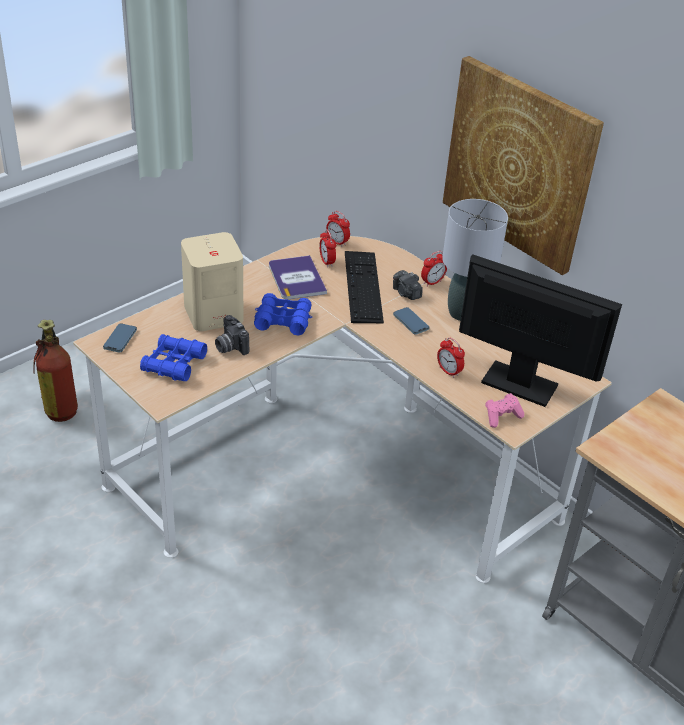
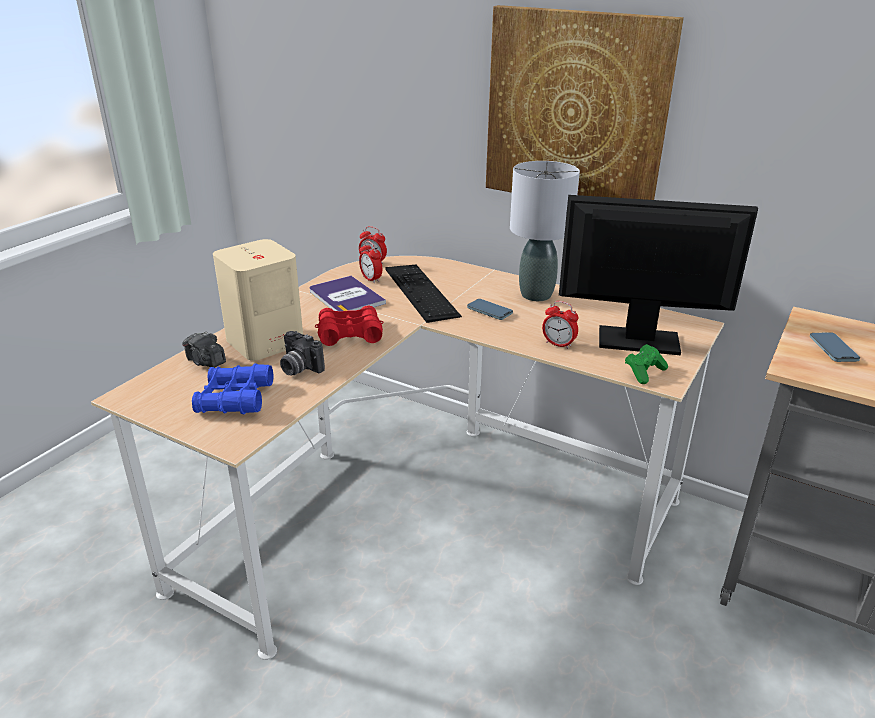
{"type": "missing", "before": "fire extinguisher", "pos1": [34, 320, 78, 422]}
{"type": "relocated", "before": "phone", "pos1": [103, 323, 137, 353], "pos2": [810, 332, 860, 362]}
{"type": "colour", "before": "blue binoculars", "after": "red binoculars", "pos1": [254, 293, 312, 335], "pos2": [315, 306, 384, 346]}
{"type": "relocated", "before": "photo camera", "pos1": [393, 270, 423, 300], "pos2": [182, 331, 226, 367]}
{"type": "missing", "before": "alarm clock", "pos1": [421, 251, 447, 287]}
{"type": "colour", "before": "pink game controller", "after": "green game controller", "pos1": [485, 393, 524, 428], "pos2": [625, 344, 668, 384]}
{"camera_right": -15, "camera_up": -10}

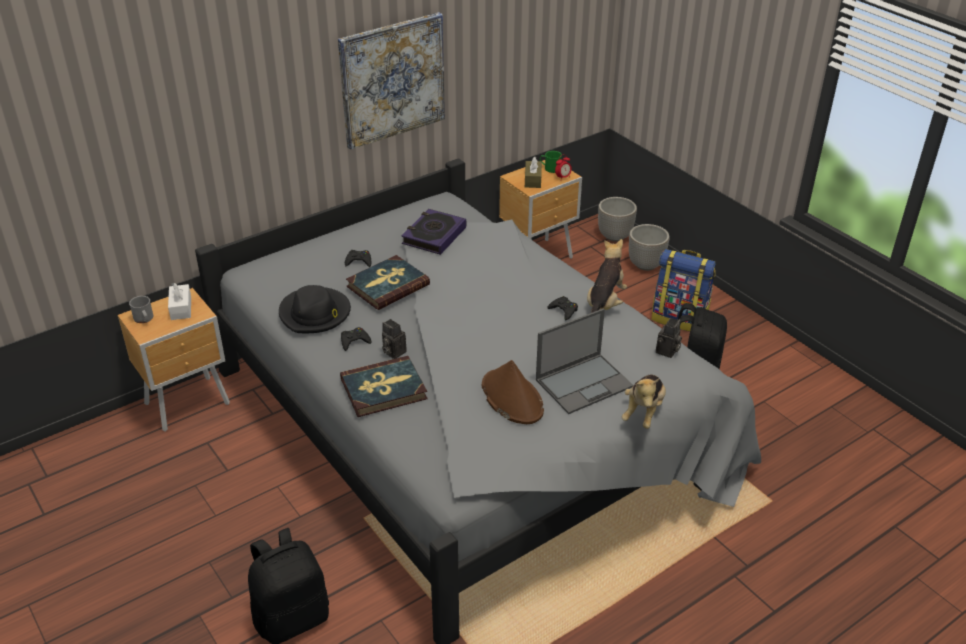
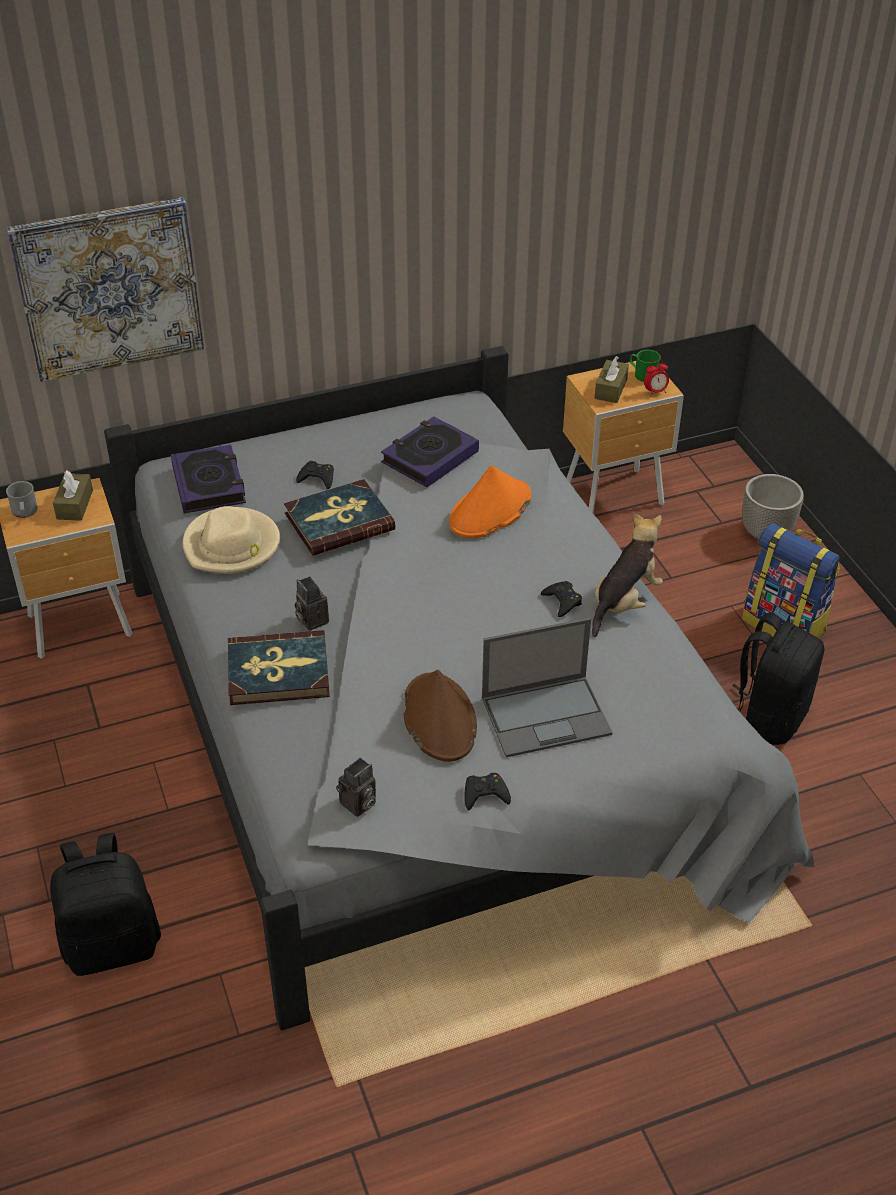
{"type": "colour", "before": "white tissue box", "after": "brown tissue box", "pos1": [168, 283, 191, 320], "pos2": [53, 471, 93, 521]}
{"type": "colour", "before": "black hat", "after": "beige hat", "pos1": [279, 285, 351, 333], "pos2": [183, 506, 280, 574]}
{"type": "relocated", "before": "picture", "pos1": [338, 12, 445, 150], "pos2": [6, 197, 204, 382]}
{"type": "relocated", "before": "black game controller", "pos1": [341, 327, 371, 351], "pos2": [465, 773, 511, 810]}
{"type": "missing", "before": "planter", "pos1": [598, 197, 637, 242]}
{"type": "missing", "before": "plush toy", "pos1": [622, 375, 666, 429]}
{"type": "relocated", "before": "photo camera", "pos1": [656, 318, 682, 358], "pos2": [336, 758, 376, 817]}
{"type": "appeared", "after": "book", "pos2": [171, 445, 246, 513]}
{"type": "appeared", "after": "orange hat", "pos2": [449, 465, 531, 538]}
{"camera_right": 15, "camera_up": 5}

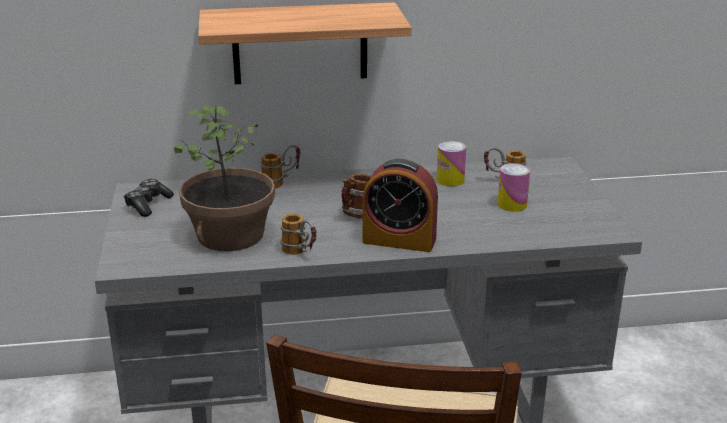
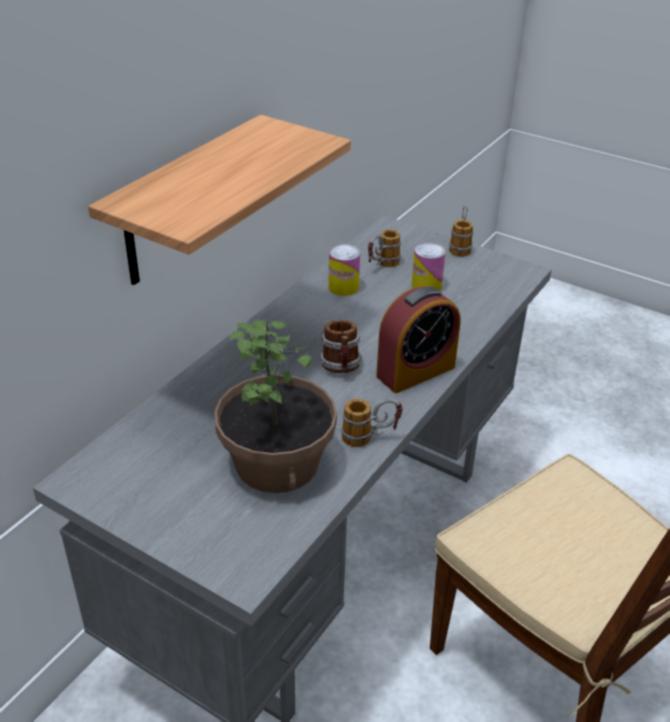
{"type": "missing", "before": "game controller", "pos1": [124, 179, 174, 217]}
{"type": "relocated", "before": "mug", "pos1": [261, 144, 300, 188], "pos2": [449, 205, 474, 257]}
{"camera_right": -50, "camera_up": 10}

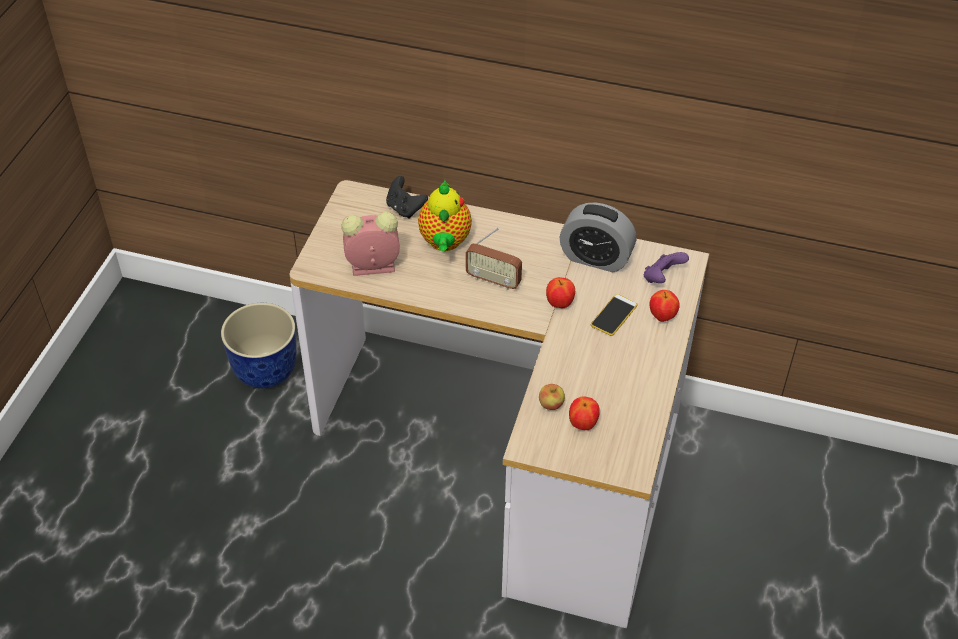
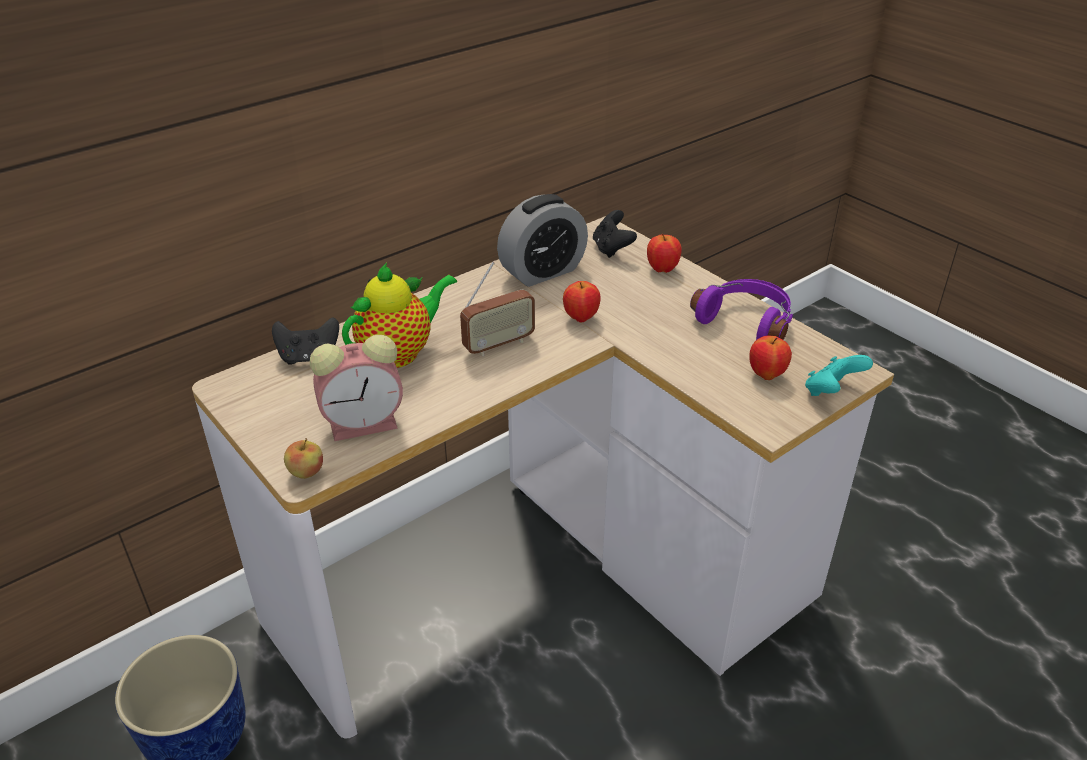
{"type": "spun", "before": "alarm clock", "pos1": [341, 212, 400, 276], "pos2": [310, 335, 403, 441], "turn": -135}
{"type": "spun", "before": "teapot", "pos1": [418, 180, 472, 251], "pos2": [342, 263, 457, 368], "turn": -75}
{"type": "relocated", "before": "apple", "pos1": [539, 384, 565, 410], "pos2": [284, 438, 323, 479]}
{"type": "missing", "before": "phone", "pos1": [591, 294, 637, 336]}
{"type": "colour", "before": "purple game controller", "after": "black game controller", "pos1": [644, 252, 689, 283], "pos2": [593, 210, 637, 258]}
{"type": "appeared", "after": "purple headphones", "pos2": [690, 279, 793, 340]}
{"type": "appeared", "after": "turquoise game controller", "pos2": [805, 355, 873, 396]}
{"camera_right": -55, "camera_up": -10}

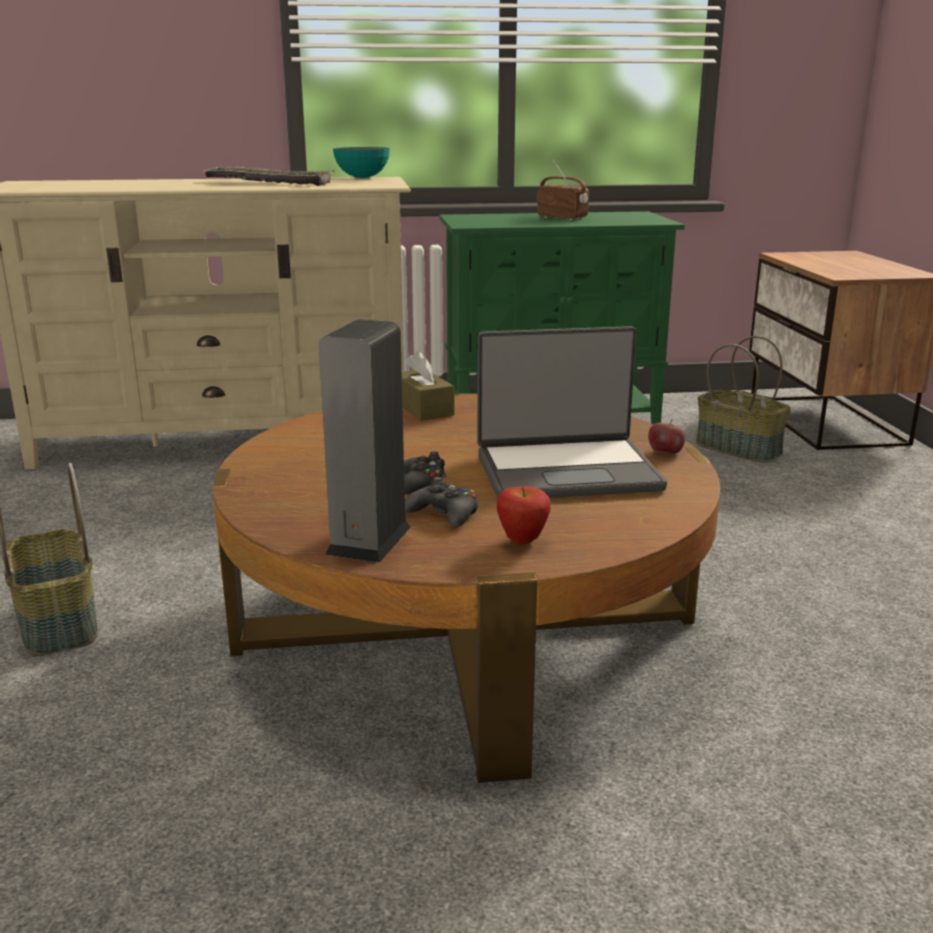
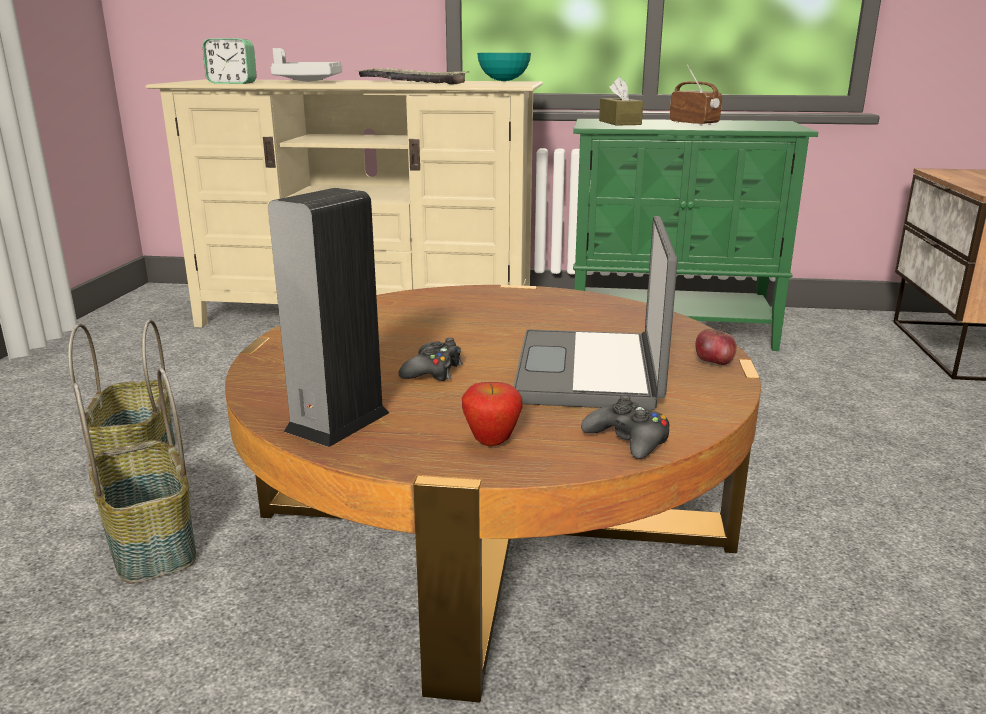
{"type": "relocated", "before": "brown tissue box", "pos1": [402, 350, 455, 421], "pos2": [599, 77, 643, 126]}
{"type": "relocated", "before": "black game controller", "pos1": [405, 477, 478, 528], "pos2": [581, 395, 670, 459]}
{"type": "spun", "before": "laptop", "pos1": [477, 326, 667, 498], "pos2": [513, 216, 678, 410], "turn": 90}
{"type": "relocated", "before": "basket", "pos1": [696, 336, 791, 463], "pos2": [73, 368, 196, 584]}
{"type": "appeared", "after": "alarm clock", "pos2": [202, 38, 257, 84]}
{"type": "appeared", "after": "grey tray", "pos2": [270, 48, 342, 82]}
{"camera_right": 15, "camera_up": 0}

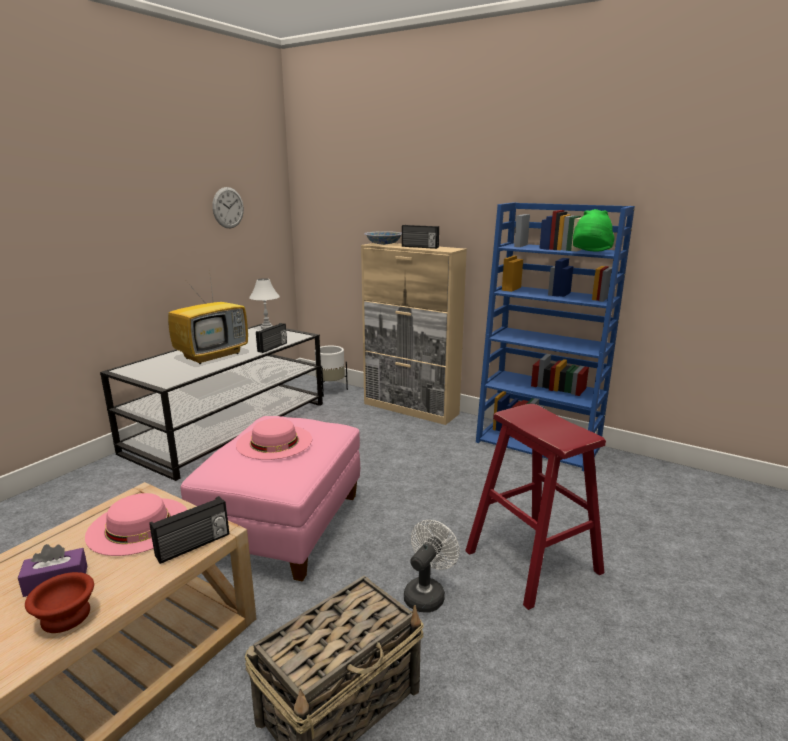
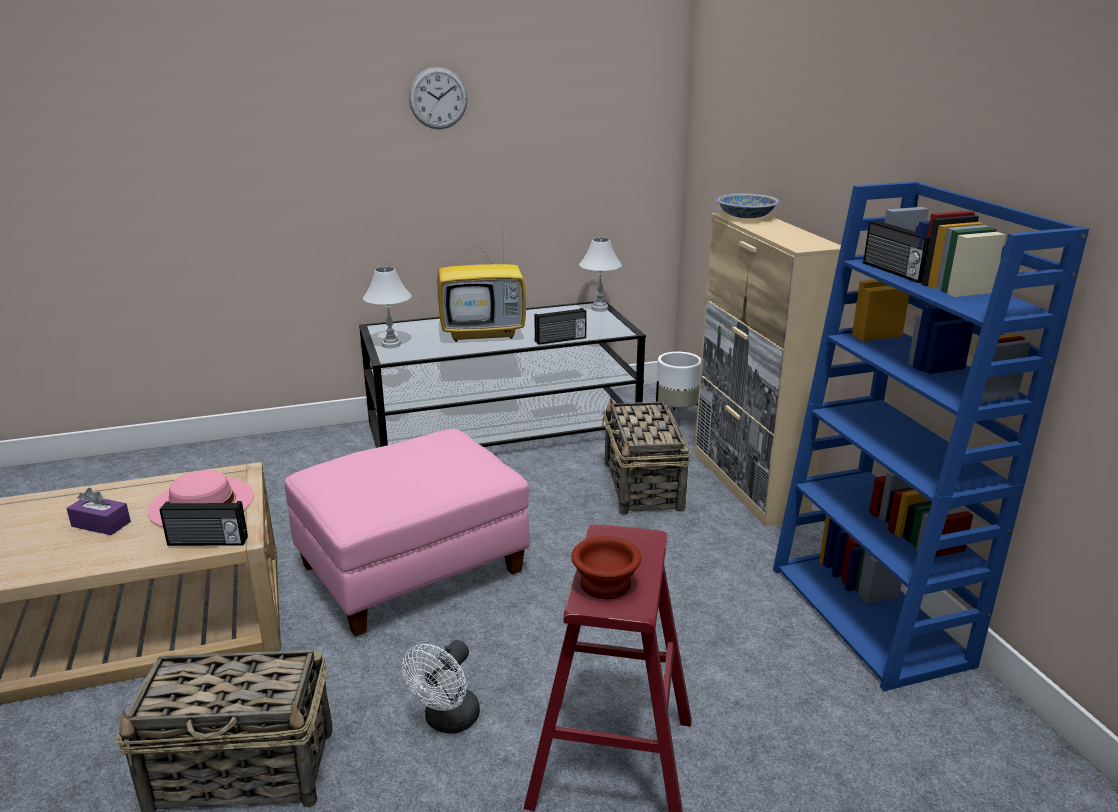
{"type": "relocated", "before": "brown bowl", "pos1": [25, 572, 94, 633], "pos2": [571, 536, 641, 599]}
{"type": "relocated", "before": "wall clock", "pos1": [212, 187, 244, 228], "pos2": [409, 67, 468, 129]}
{"type": "missing", "before": "pink hat", "pos1": [236, 418, 312, 460]}
{"type": "relocated", "before": "radio", "pos1": [402, 225, 439, 249], "pos2": [863, 221, 929, 283]}
{"type": "spun", "before": "white fan", "pos1": [404, 520, 460, 613], "pos2": [402, 640, 480, 734], "turn": 135}
{"type": "missing", "before": "green hat", "pos1": [573, 209, 615, 252]}
{"type": "appeared", "after": "white table lamp", "pos2": [363, 267, 412, 348]}
{"type": "appeared", "after": "basket", "pos2": [602, 398, 691, 515]}
{"camera_right": 40, "camera_up": 5}

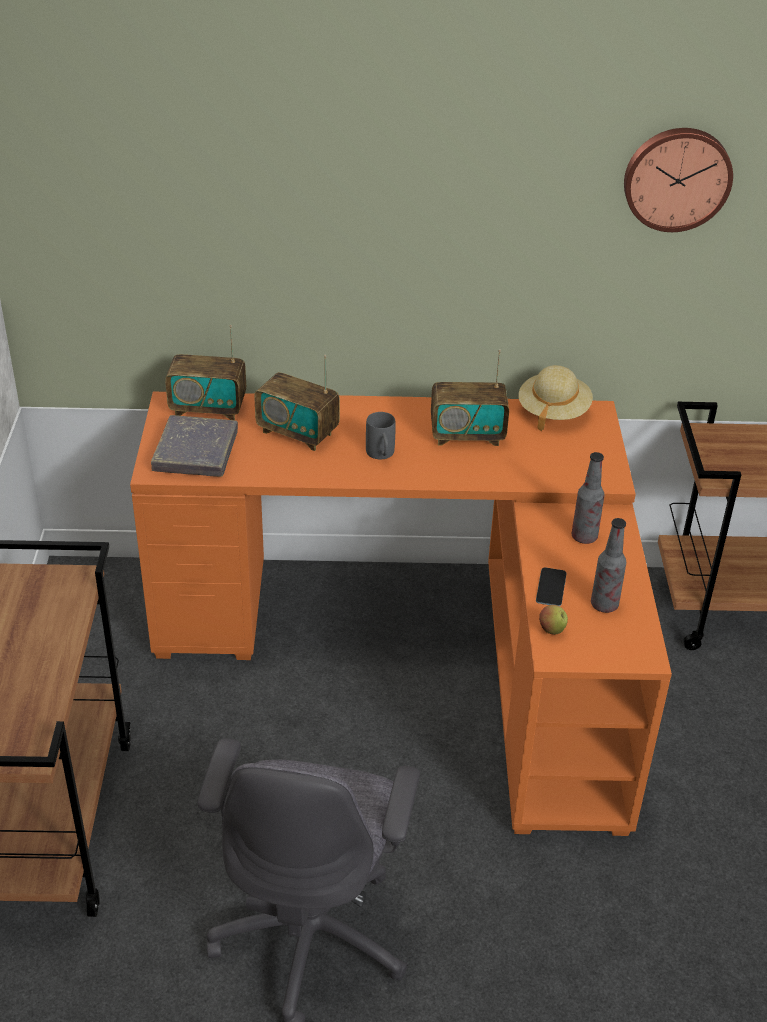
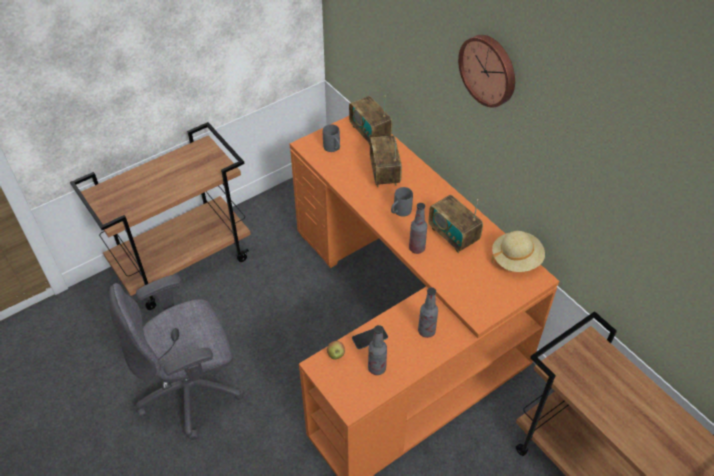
{"type": "exchanged", "before": "grey book", "after": "grey mug", "pos1": [151, 415, 238, 477], "pos2": [323, 124, 340, 152]}
{"type": "relocated", "before": "wall clock", "pos1": [624, 128, 733, 232], "pos2": [458, 35, 515, 108]}
{"type": "appeared", "after": "bottle", "pos2": [409, 203, 427, 254]}
{"camera_right": 55, "camera_up": 10}

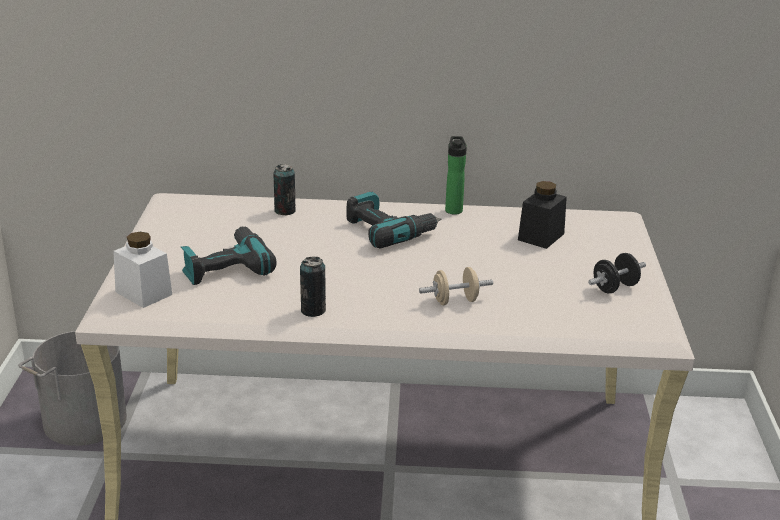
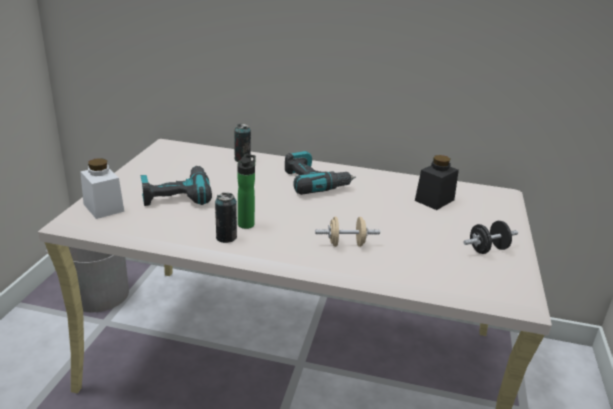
{"type": "relocated", "before": "bottle", "pos1": [445, 136, 467, 214], "pos2": [237, 154, 256, 229]}
{"camera_right": 10, "camera_up": 0}

